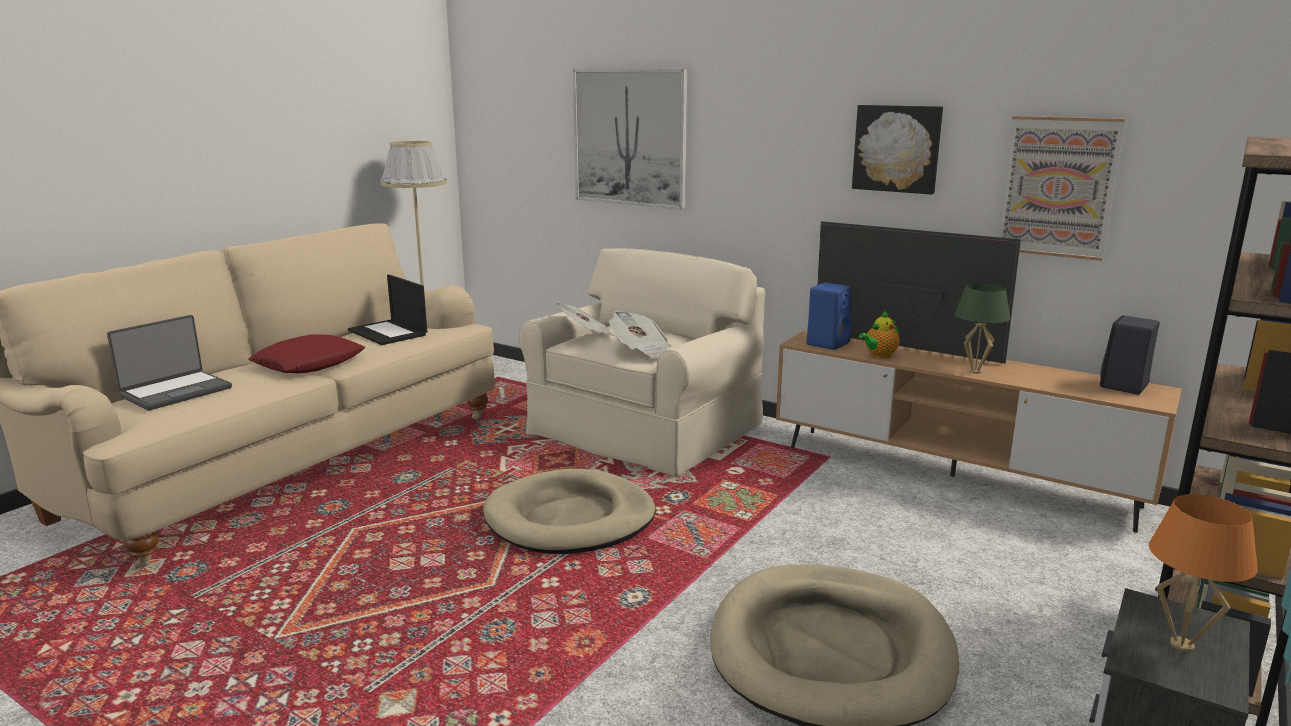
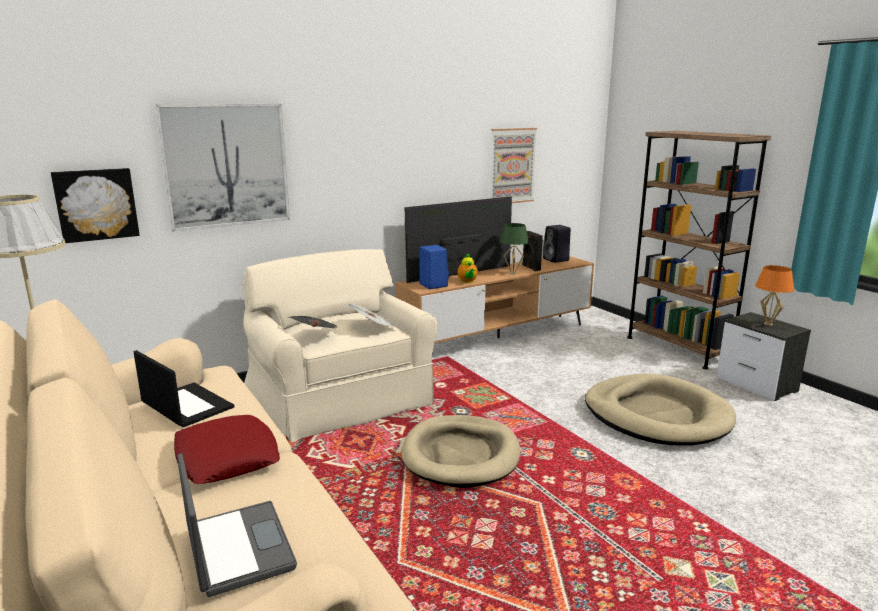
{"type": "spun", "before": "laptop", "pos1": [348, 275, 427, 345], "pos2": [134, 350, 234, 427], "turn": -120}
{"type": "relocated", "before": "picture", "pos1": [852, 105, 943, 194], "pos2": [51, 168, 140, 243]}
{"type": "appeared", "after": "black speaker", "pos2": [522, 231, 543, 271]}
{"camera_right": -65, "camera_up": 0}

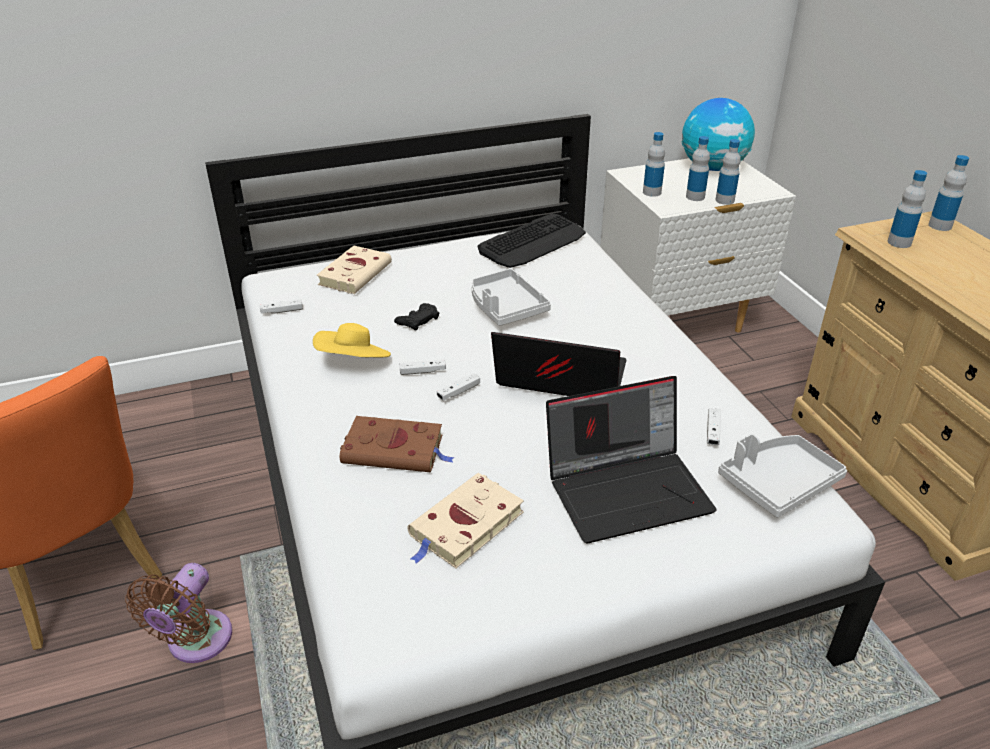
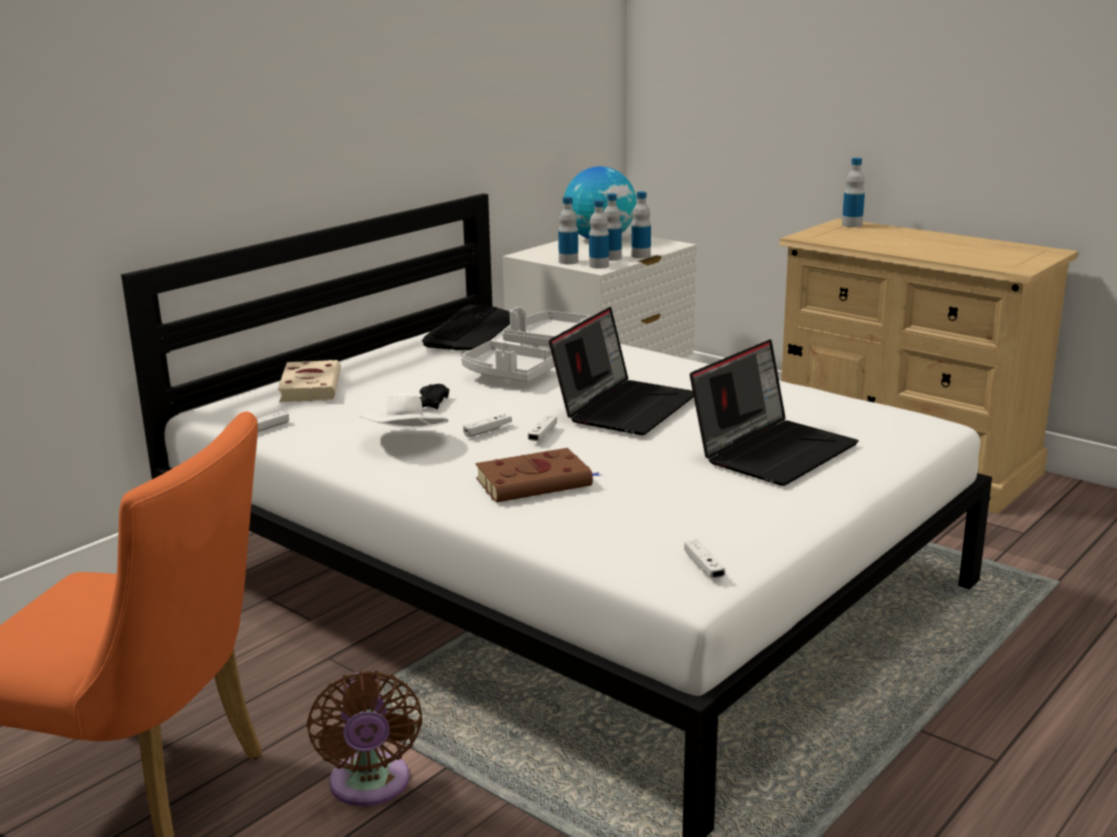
{"type": "colour", "before": "yellow hat", "after": "white hat", "pos1": [313, 323, 391, 357], "pos2": [358, 393, 448, 428]}
{"type": "missing", "before": "beige book", "pos1": [407, 473, 524, 568]}
{"type": "spun", "before": "laptop", "pos1": [491, 332, 626, 396], "pos2": [549, 307, 694, 435], "turn": 135}
{"type": "relocated", "before": "white game controller", "pos1": [707, 408, 721, 445], "pos2": [684, 540, 725, 579]}
{"type": "relocated", "before": "grey tray", "pos1": [718, 433, 847, 518], "pos2": [502, 307, 590, 347]}
{"type": "relocated", "before": "bottle", "pos1": [888, 170, 927, 248], "pos2": [589, 200, 609, 269]}
{"camera_right": -30, "camera_up": -15}

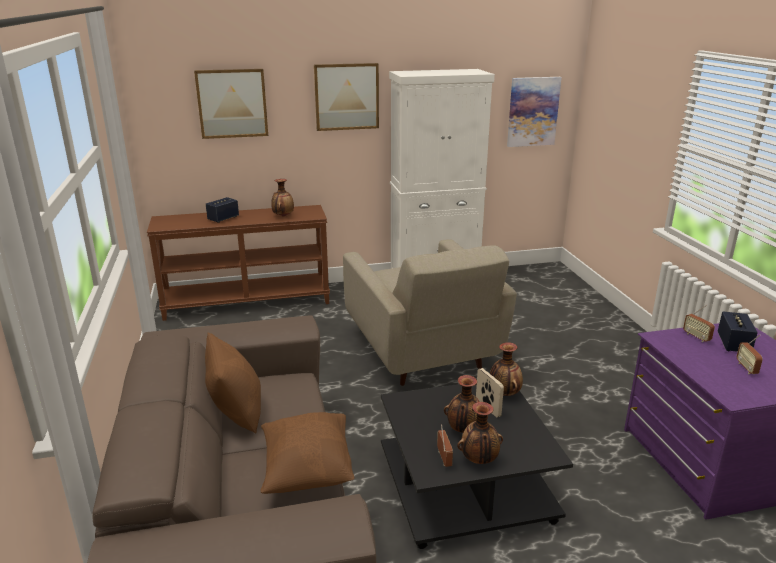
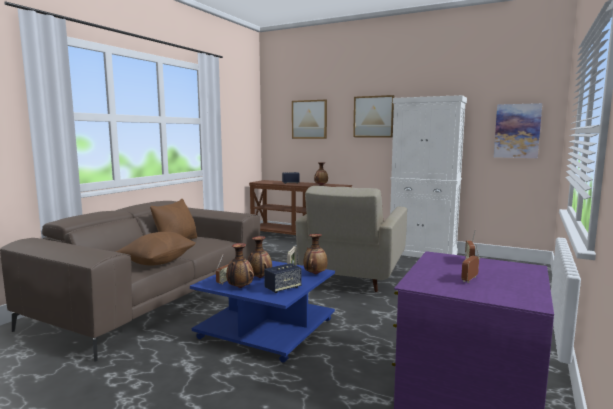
{"type": "colour", "before": "black coffee table", "after": "blue coffee table", "pos1": [381, 384, 573, 549], "pos2": [190, 261, 335, 363]}
{"type": "relocated", "before": "speaker", "pos1": [718, 311, 758, 352], "pos2": [264, 263, 301, 293]}
{"camera_right": 40, "camera_up": -15}

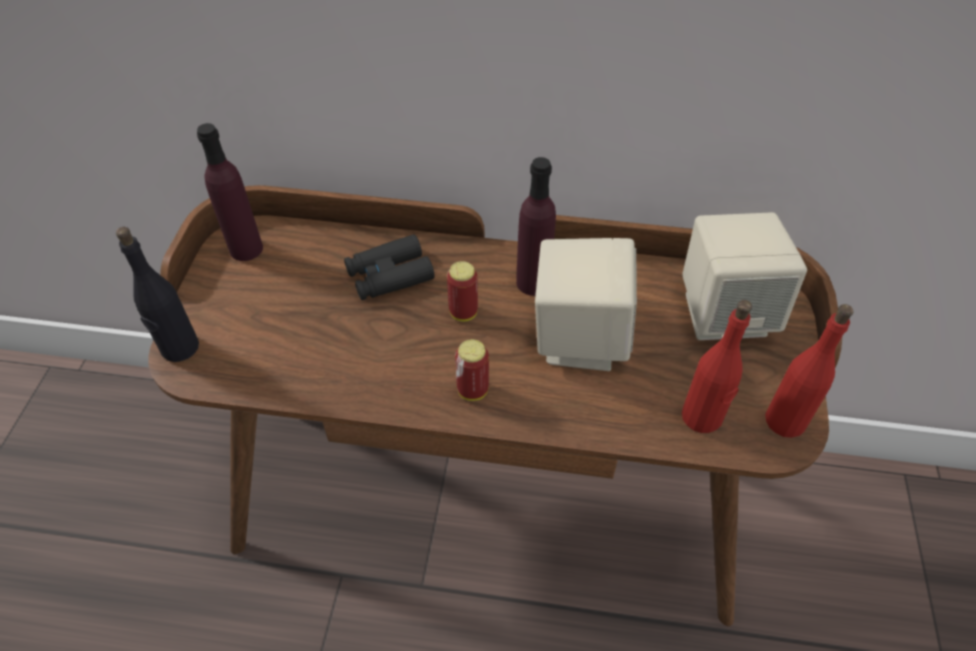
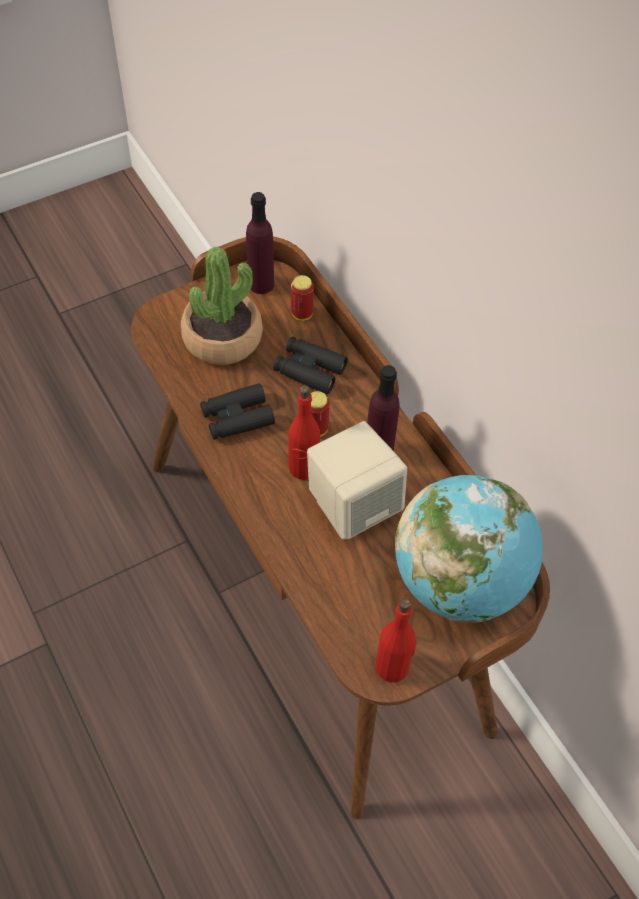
{"type": "missing", "before": "black bottle", "pos1": [116, 227, 199, 362]}
{"type": "relocated", "before": "can", "pos1": [455, 339, 489, 401], "pos2": [291, 275, 314, 321]}
{"type": "exchanged", "before": "beige speaker", "after": "globe", "pos1": [682, 212, 807, 340], "pos2": [395, 475, 543, 623]}
{"type": "relocated", "before": "red bottle", "pos1": [682, 300, 752, 433], "pos2": [288, 385, 320, 480]}
{"type": "appeared", "after": "potted plant", "pos2": [181, 246, 263, 365]}
{"type": "appeared", "after": "black binoculars", "pos2": [200, 383, 275, 440]}
{"camera_right": 50, "camera_up": 5}

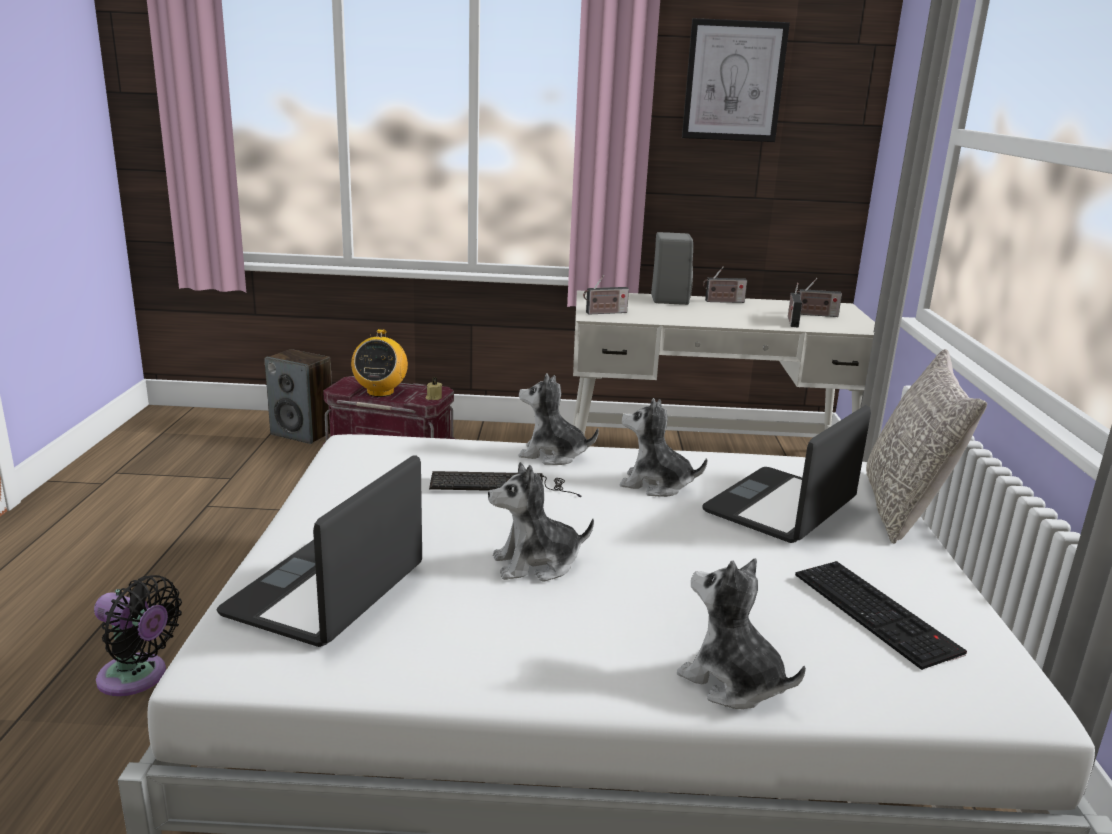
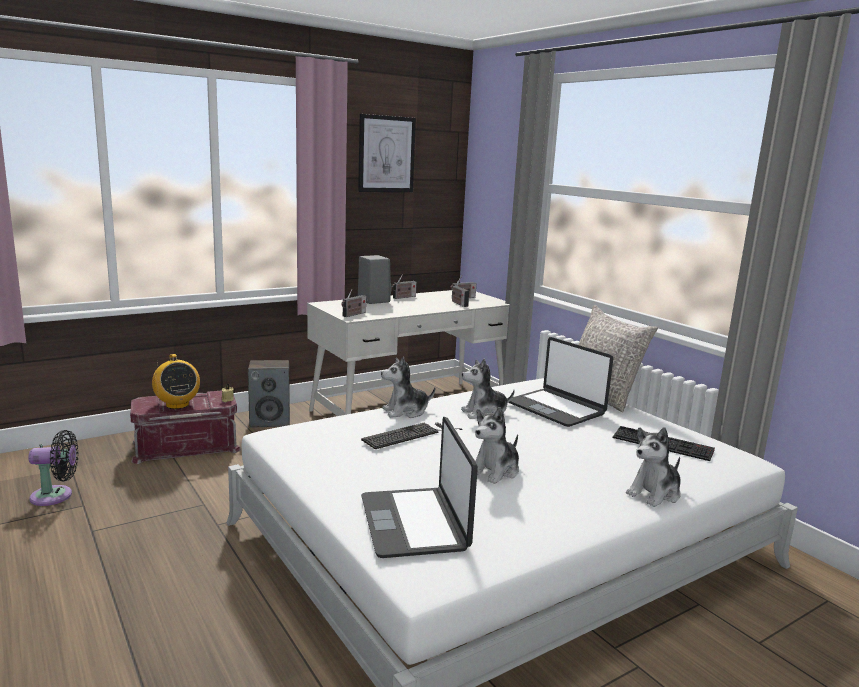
{"type": "relocated", "before": "black fan", "pos1": [94, 575, 182, 696], "pos2": [28, 430, 78, 506]}
{"type": "relocated", "before": "speaker", "pos1": [264, 349, 332, 444], "pos2": [248, 360, 290, 428]}
{"type": "spun", "before": "plush toy", "pos1": [677, 558, 806, 709], "pos2": [626, 427, 681, 507], "turn": -45}
{"type": "spun", "before": "laptop", "pos1": [702, 405, 871, 543], "pos2": [509, 337, 613, 427], "turn": -45}
{"camera_right": -35, "camera_up": -5}

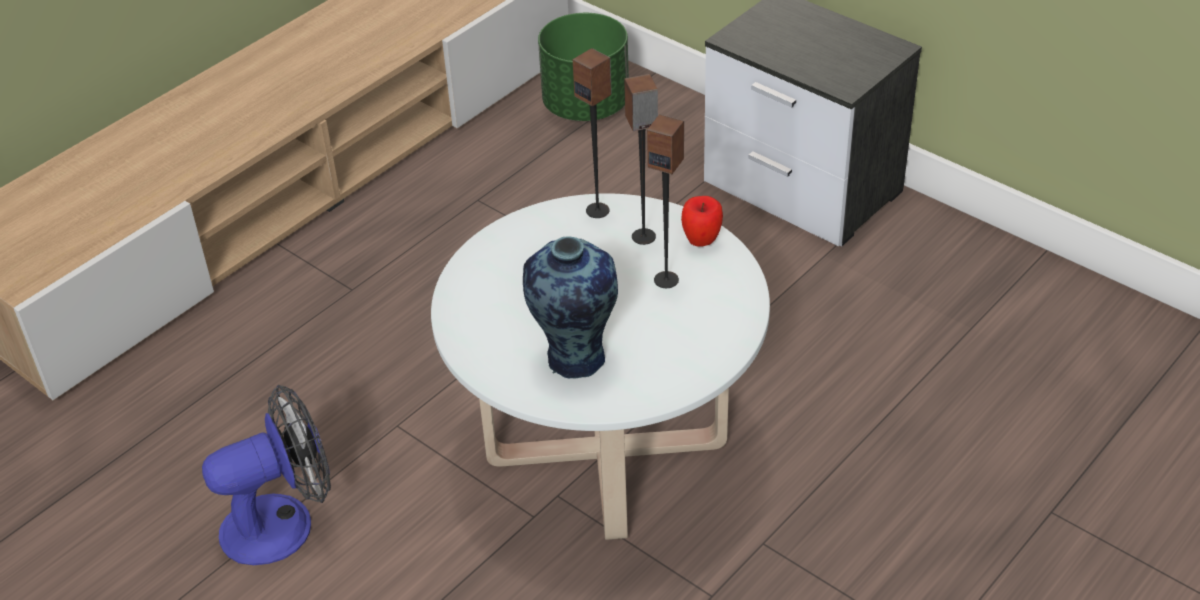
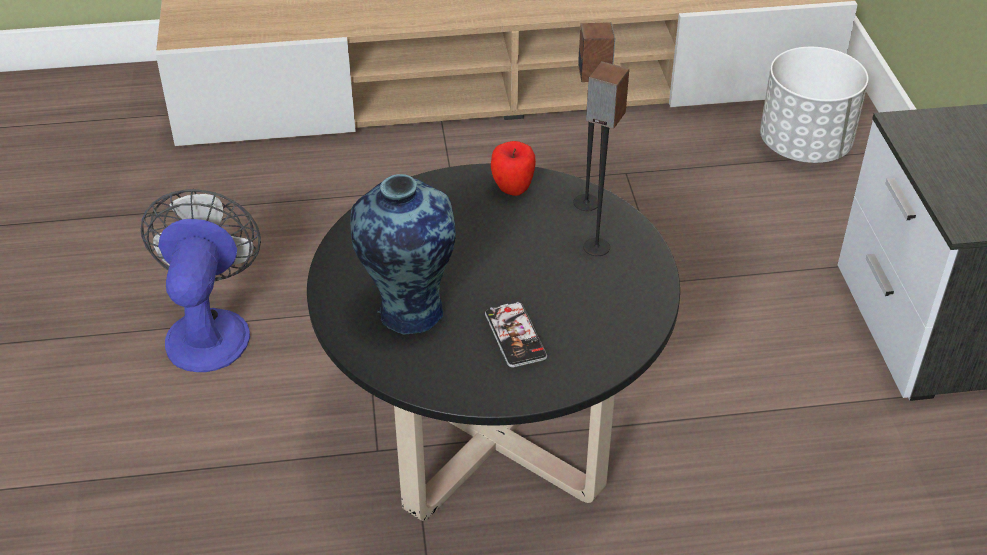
{"type": "spun", "before": "fan", "pos1": [202, 385, 331, 565], "pos2": [141, 189, 261, 372], "turn": -105}
{"type": "colour", "before": "white coffee table", "after": "black coffee table", "pos1": [431, 193, 770, 540], "pos2": [307, 164, 680, 521]}
{"type": "colour", "before": "green planter", "after": "white planter", "pos1": [538, 13, 629, 121], "pos2": [760, 47, 869, 163]}
{"type": "missing", "before": "speaker", "pos1": [647, 114, 684, 288]}
{"type": "relocated", "before": "apple", "pos1": [681, 196, 723, 247], "pos2": [491, 141, 536, 196]}
{"type": "appeared", "after": "phone", "pos2": [485, 302, 547, 368]}
{"camera_right": 40, "camera_up": 0}

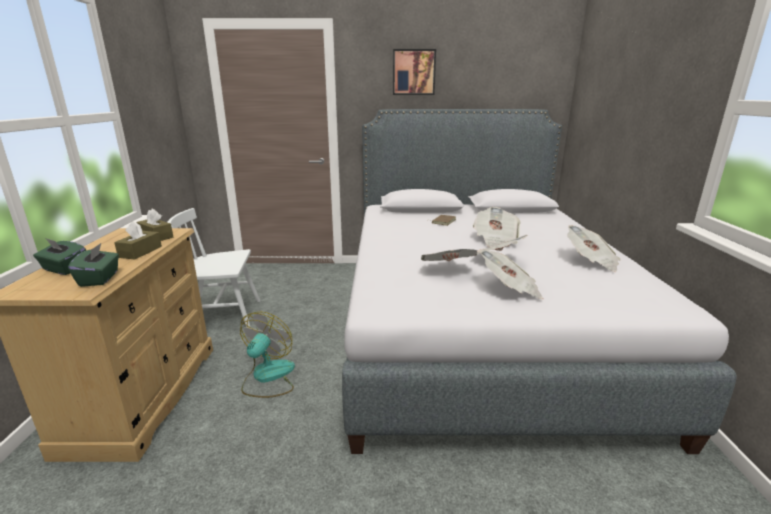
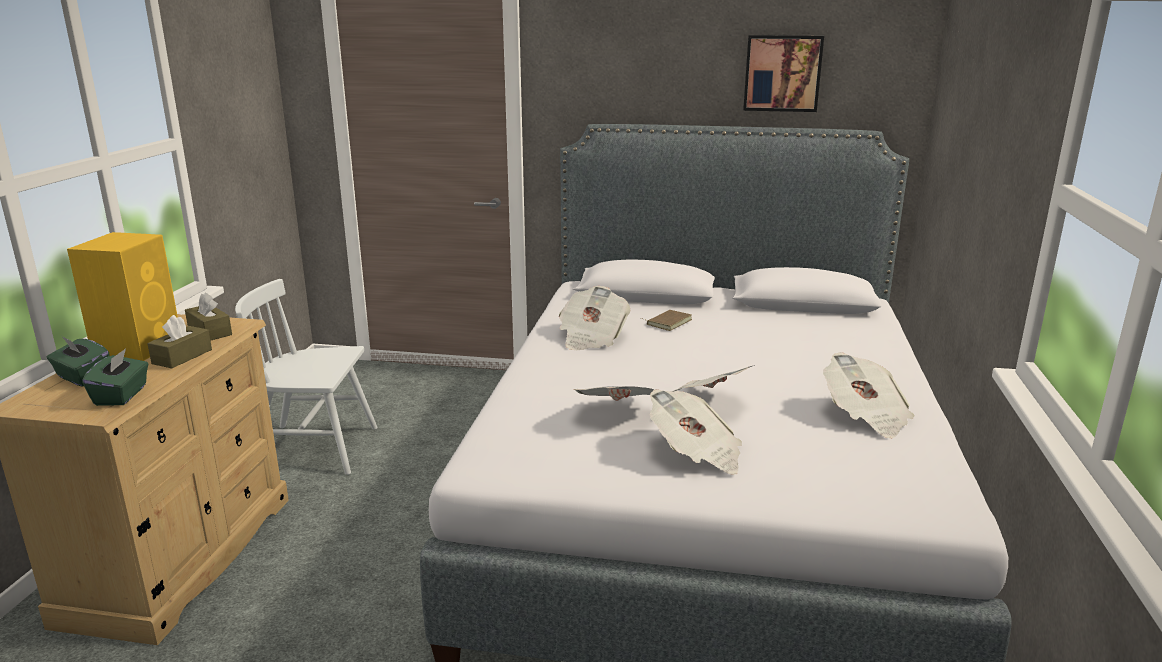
{"type": "missing", "before": "fan", "pos1": [240, 311, 295, 398]}
{"type": "relocated", "before": "picture", "pos1": [393, 49, 436, 95], "pos2": [743, 35, 824, 112]}
{"type": "relocated", "before": "newspaper", "pos1": [473, 207, 521, 247], "pos2": [559, 286, 630, 350]}
{"type": "appeared", "after": "yellow speaker", "pos2": [67, 232, 178, 361]}
{"camera_right": 10, "camera_up": 0}

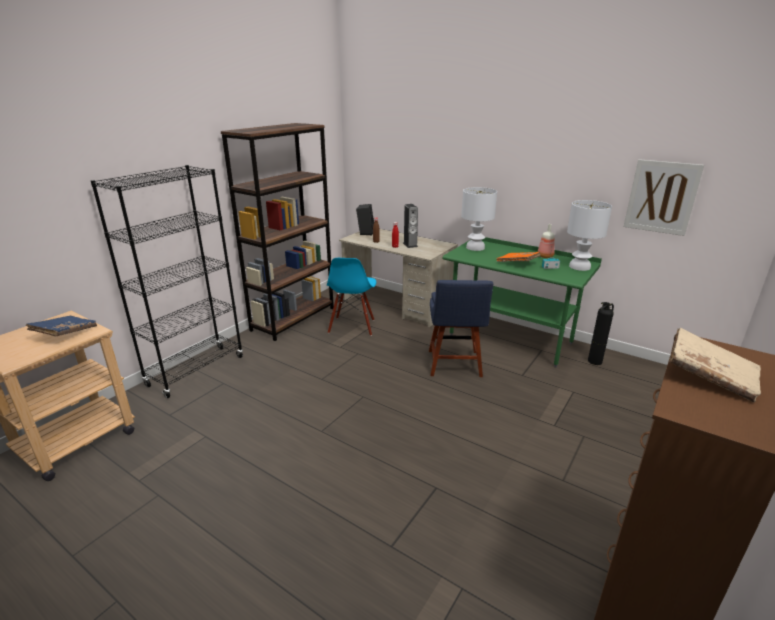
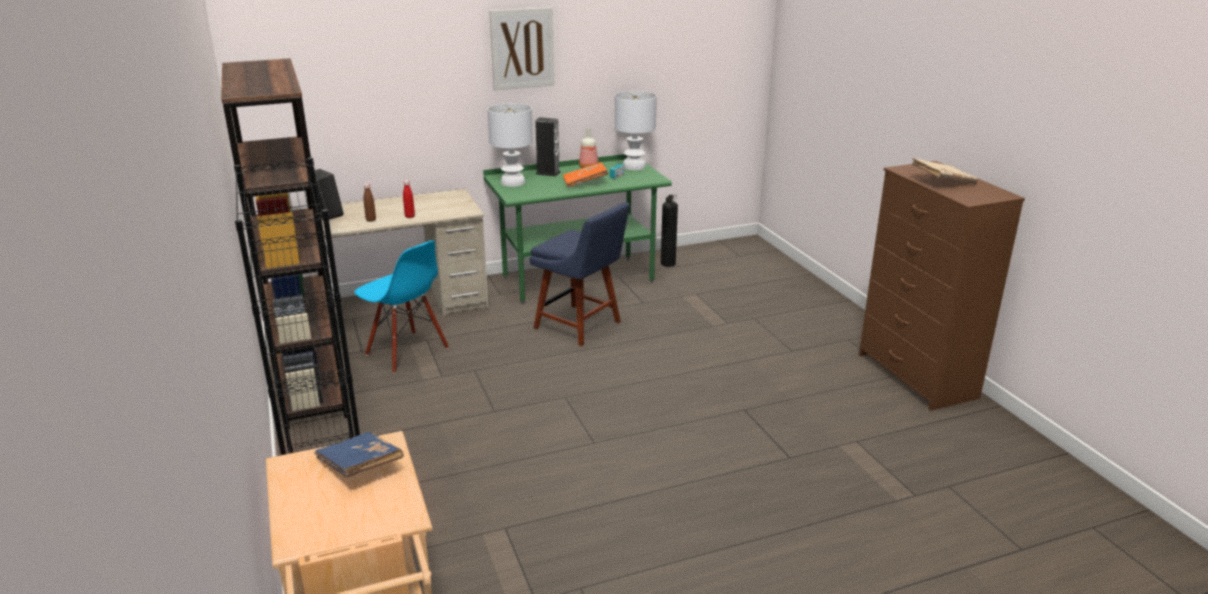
{"type": "relocated", "before": "speaker", "pos1": [403, 204, 418, 248], "pos2": [535, 117, 561, 177]}
{"type": "relocated", "before": "picture", "pos1": [623, 159, 704, 236], "pos2": [489, 7, 555, 91]}
{"camera_right": -55, "camera_up": 0}

